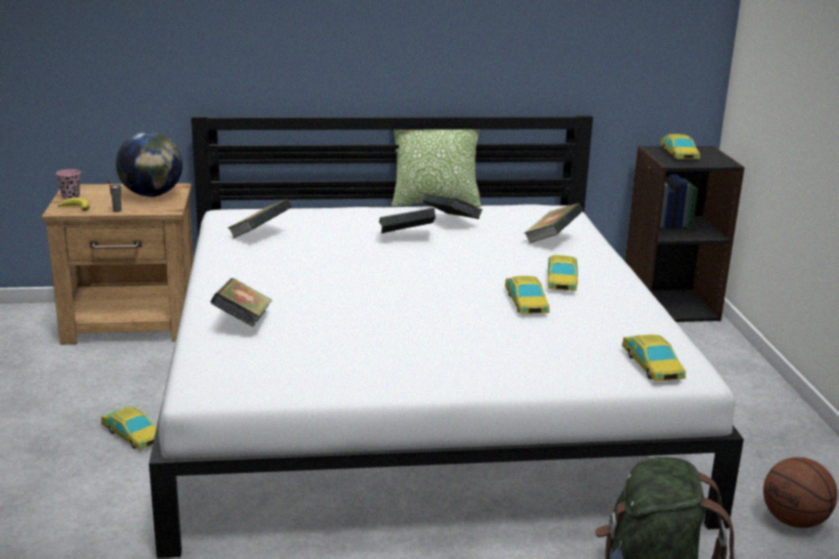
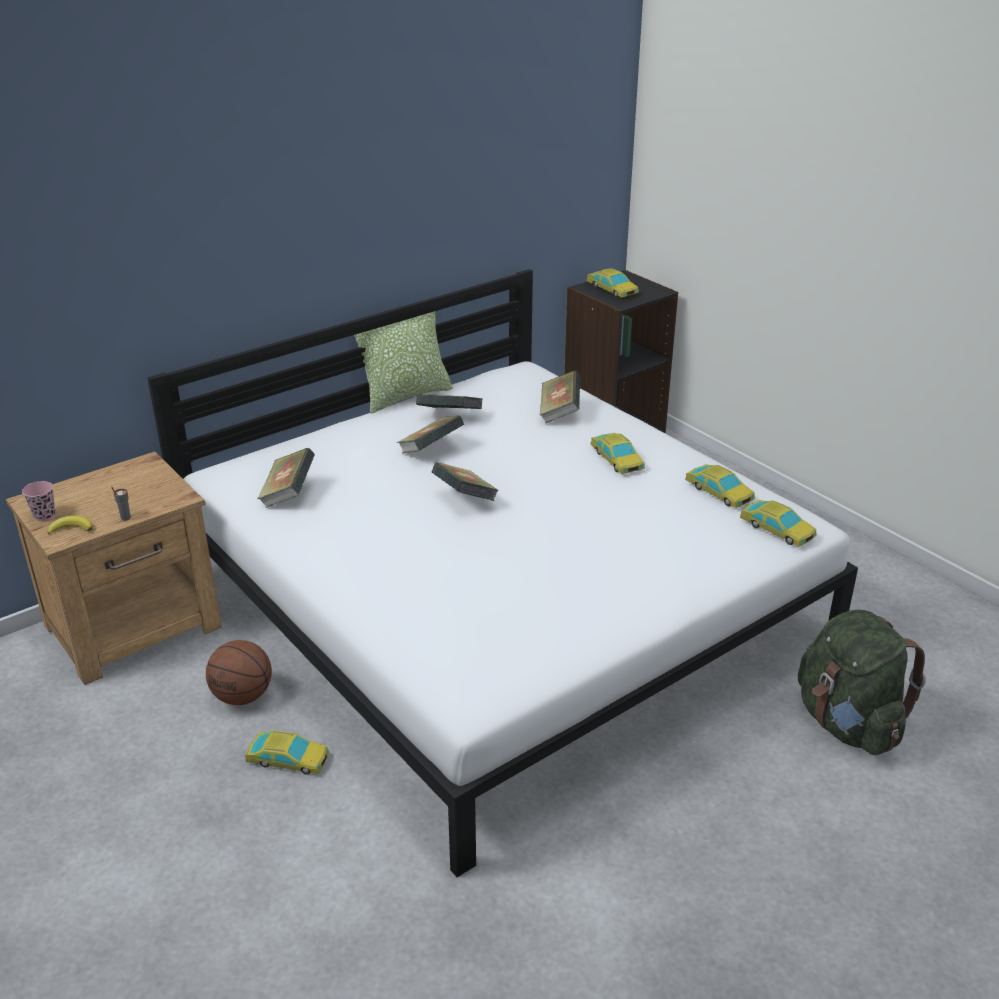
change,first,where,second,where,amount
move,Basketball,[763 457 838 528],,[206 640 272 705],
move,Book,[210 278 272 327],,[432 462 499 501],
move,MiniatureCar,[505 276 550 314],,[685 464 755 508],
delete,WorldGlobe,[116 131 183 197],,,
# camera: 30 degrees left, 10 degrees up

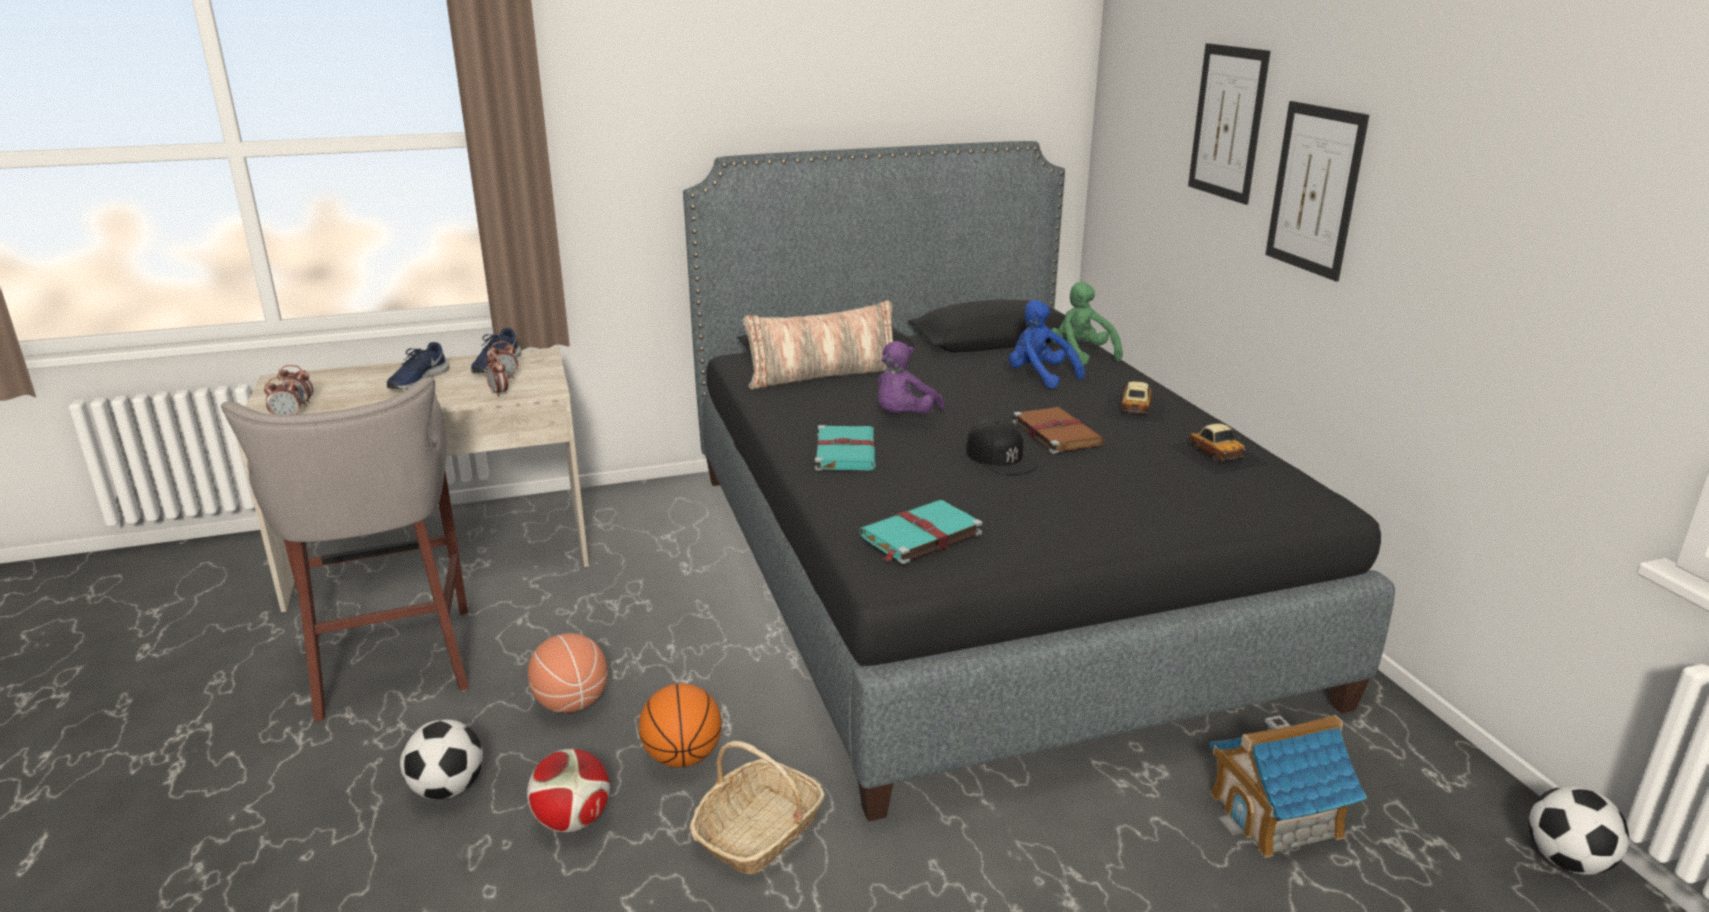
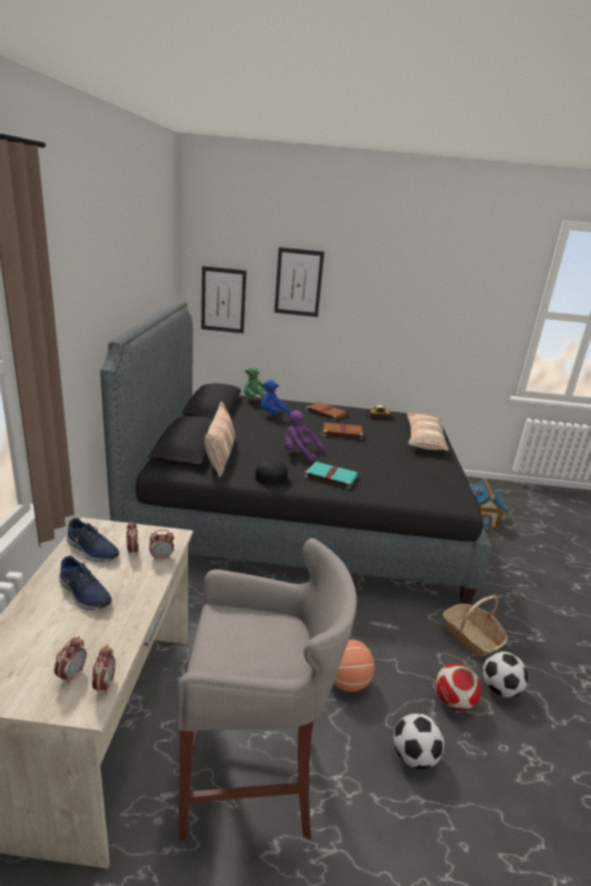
change,first,where,second,where,amount
move,WallArt,[1265 101 1369 281],,[201 266 246 333],
move,BlackCap,[966 418 1038 475],,[255 460 298 486],
rotate,PurplishSoftToy,[877 341 945 414],,[284 410 324 462],150 degrees clockwise
replace,MiniatureCar,[1102 381 1166 424],BrownColouredBook,[306 402 348 421],
insert,,,Pillow,[407 413 449 451],
move,Football,[1529 785 1629 875],,[483 652 528 698],
delete,Basketball,[639 683 722 767],,,
delete,BlueGreenBook,[859 500 982 564],,,
# camera: 70 degrees left, 0 degrees up

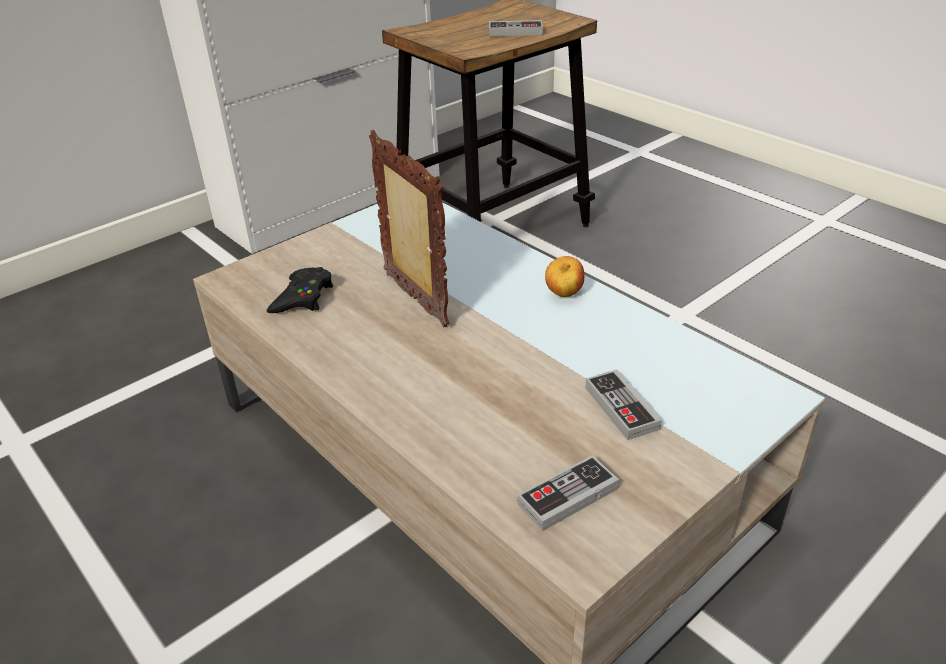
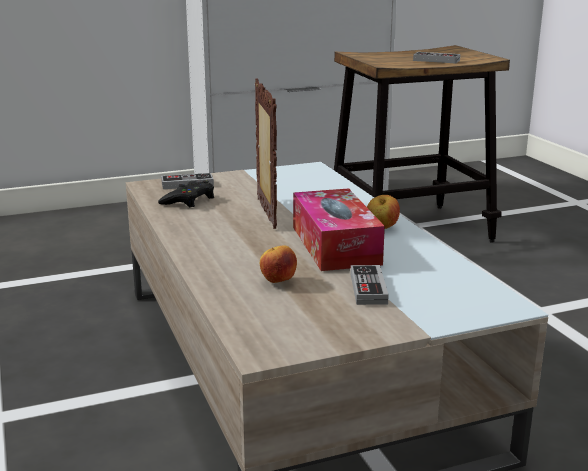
change,first,where,second,where,amount
move,Gamepad,[518 455 619 531],,[161 173 214 189],
insert,,,Apple,[260 245 297 283],
insert,,,TissueHolder,[293 188 385 271],
# camera: 20 degrees right, 15 degrees down

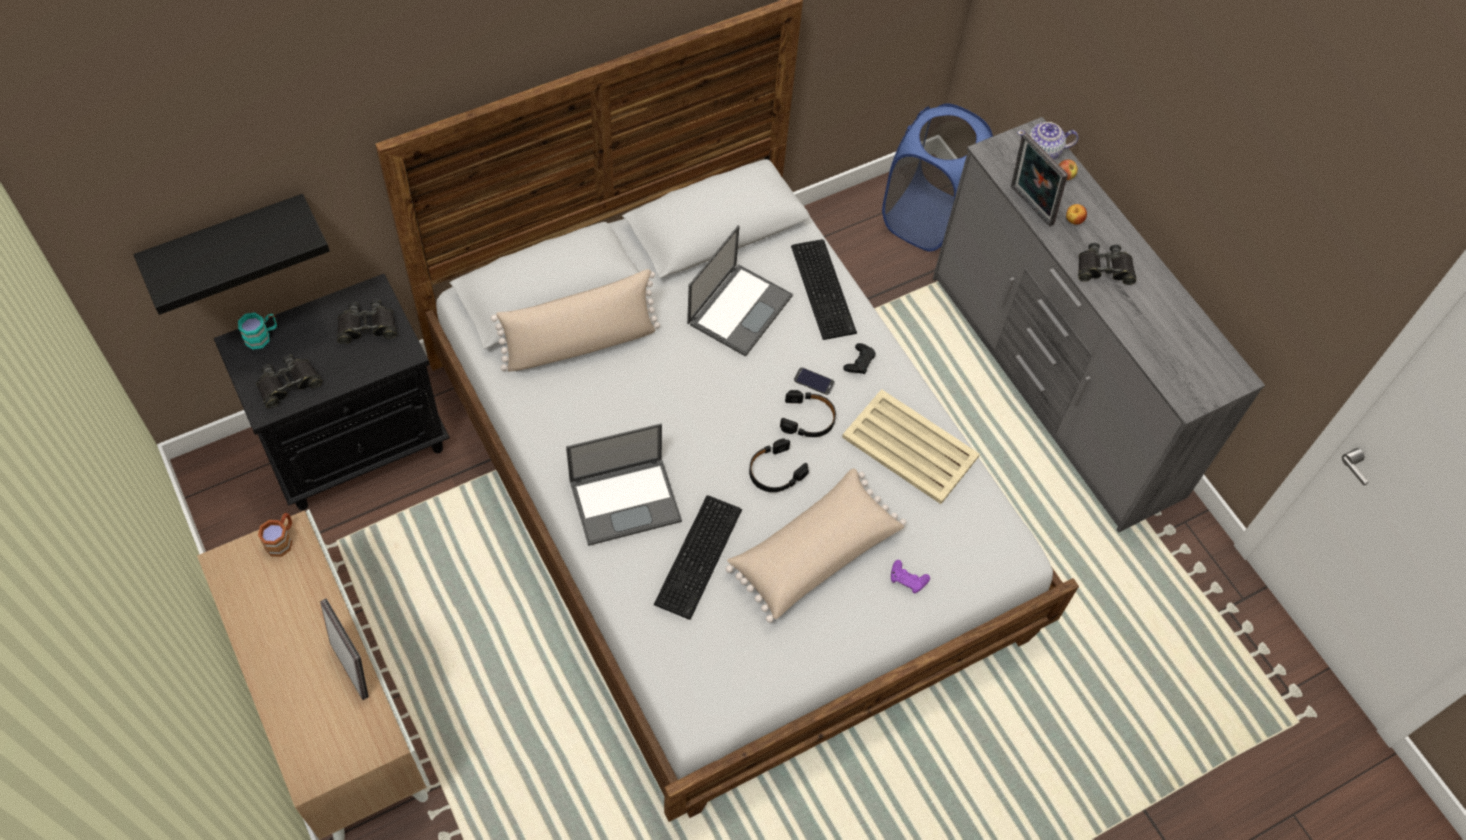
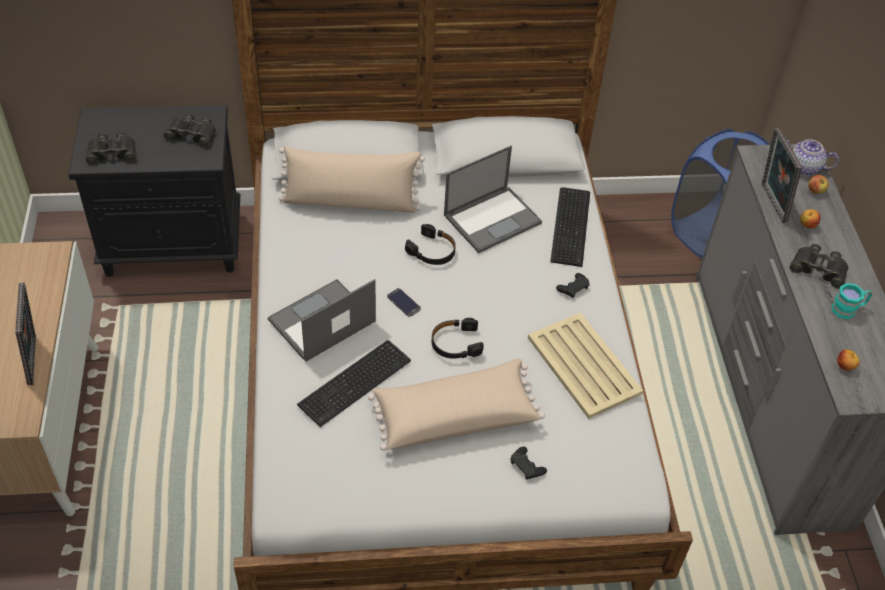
change,first,where,second,where,amount
rotate,NotebookComputer,[566 423 682 546],,[268 279 376 362],135 degrees clockwise
move,Handset,[794 367 835 395],,[387 288 421 317],
move,BlackHeadset,[780 390 836 437],,[405 224 456 265],
recolor,PurplishGamepad,[891 560 930 593],BlackGamepad,[510 447 547 480],
move,BlueGreenTeaMug,[238 313 277 349],,[832 283 872 319],
insert,,,Apple,[837 349 860 371],
delete,BlackWallShelf,[133 194 330 315],,,
delete,BrownColouredTeaMug,[258 513 292 557],,,
# camera: 25 degrees right, 10 degrees down

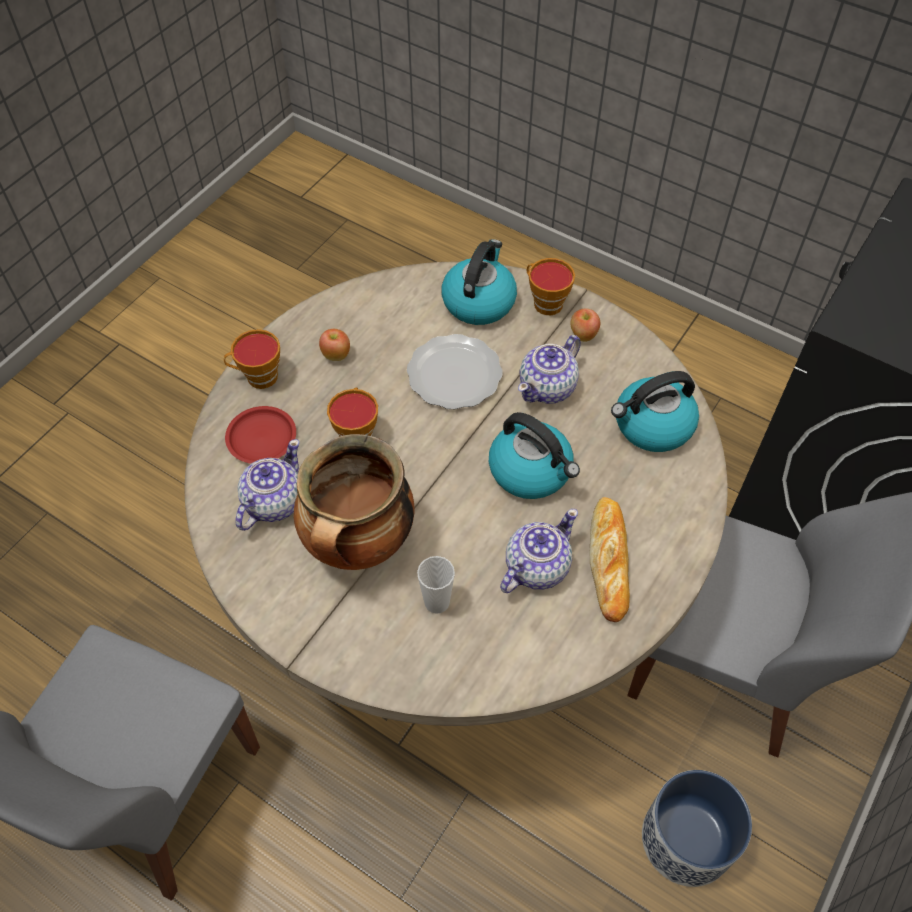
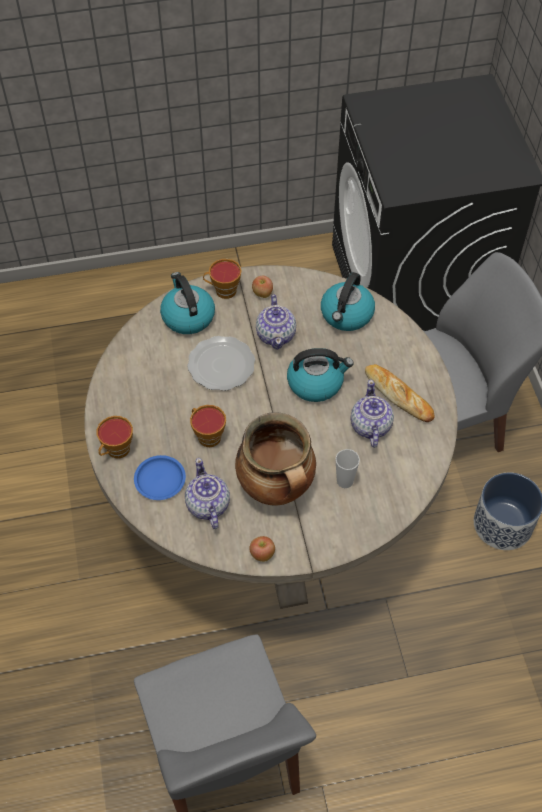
change,first,where,second,where,amount
recolor,ReddishFlatDish,[225 406 296 464],BlueColouredFlatDish,[134 455 186 500],
move,Apple,[319 329 350 361],,[249 536 275 562],
# camera: 45 degrees left, 0 degrees up

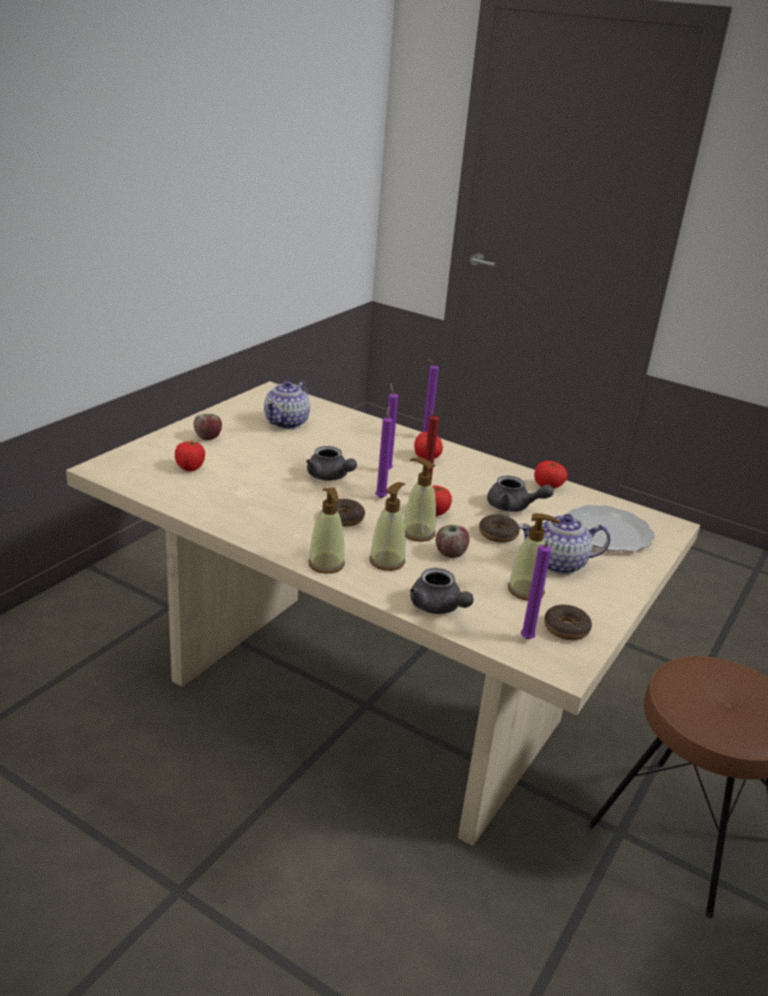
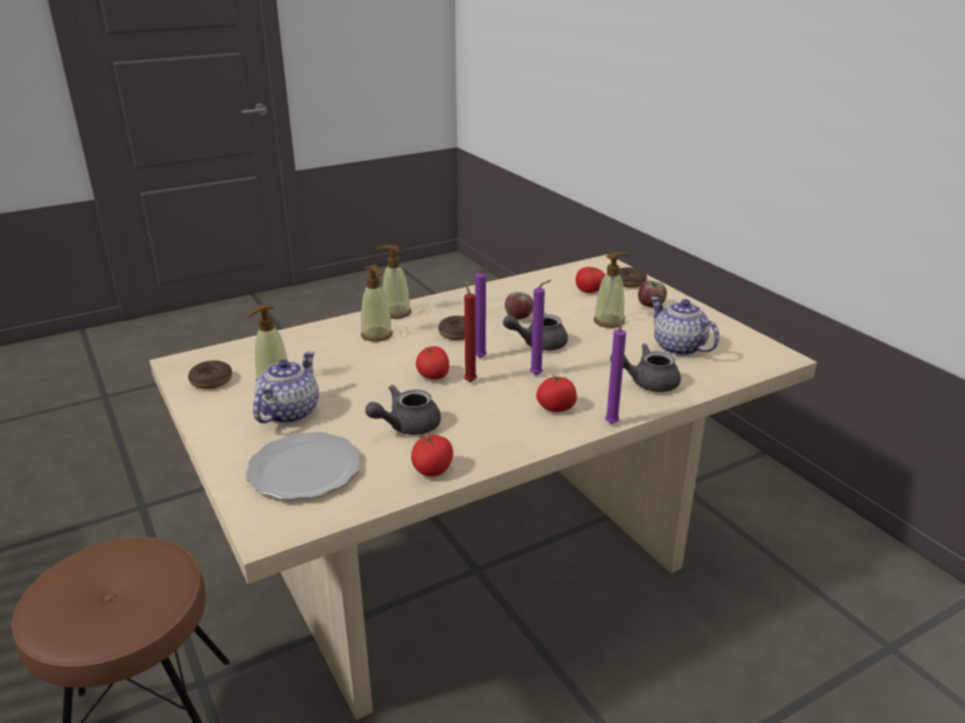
change,first,where,second,where,amount
move,Apple,[436 525 469 558],,[505 292 533 319],
move,SoapBottle,[404 458 436 542],,[594 252 629 328],
move,GreyishPotForTea,[410 568 474 614],,[610 343 681 392],
move,Donut,[479 514 520 543],,[619 267 647 288],
delete,PurplishWaxCandle,[521 543 551 639],,,
# camera: 120 degrees right, 0 degrees up

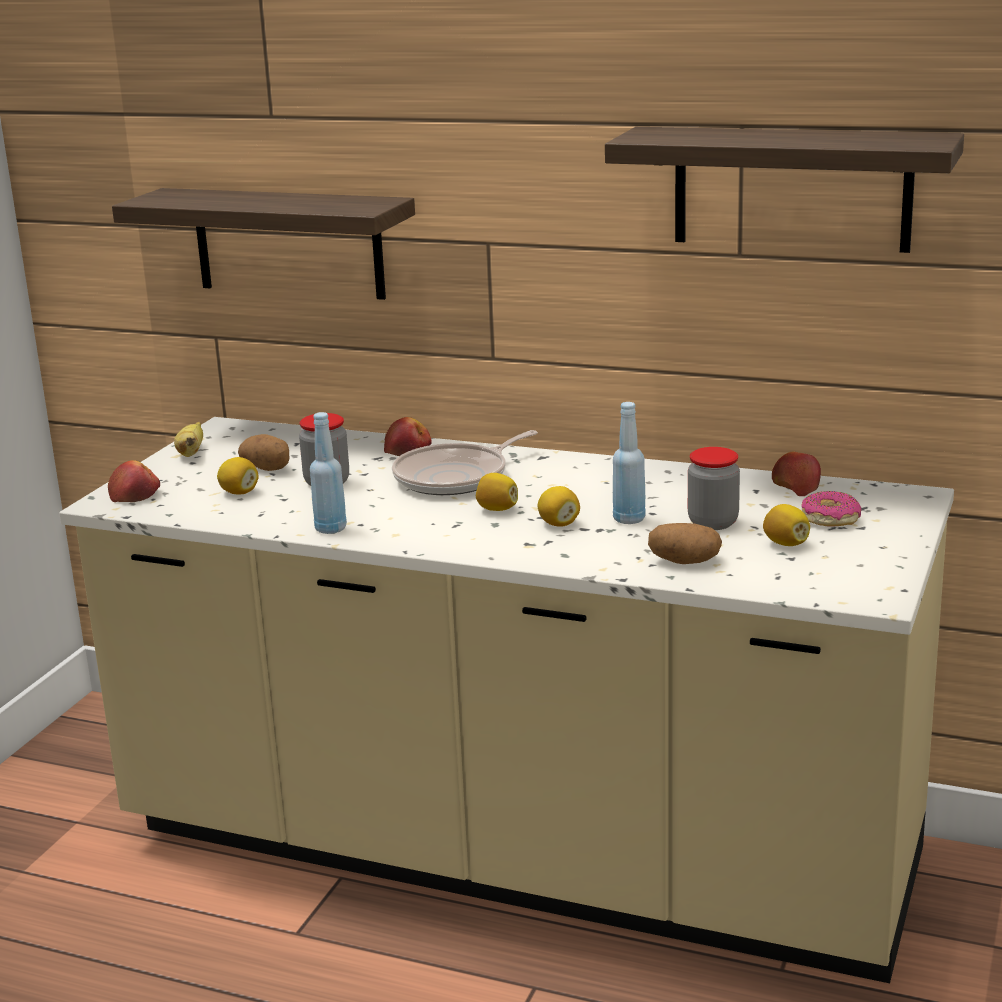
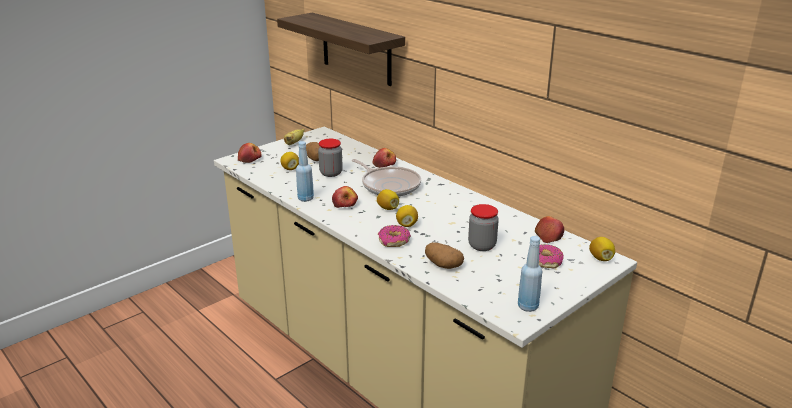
change,first,where,second,where,amount
insert,,,Apple,[332 186 358 208],
rotate,Pan,[392 430 538 495],,[352 159 421 196],120 degrees counterclockwise
insert,,,Donut,[378 225 411 247],
move,BlueColouredBottle,[613 402 646 524],,[518 236 542 312],
move,WholeLemon,[763 504 810 546],,[589 237 615 261],
delete,WallShelf,[605 127 964 253],,,
# camera: 25 degrees right, 5 degrees up

